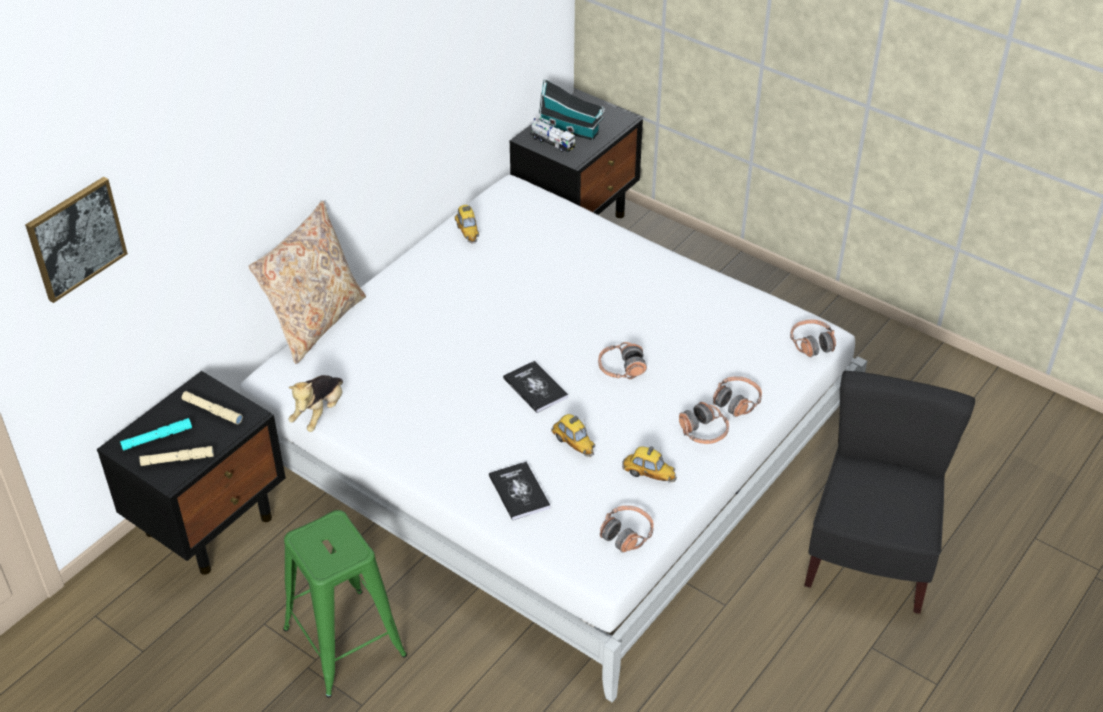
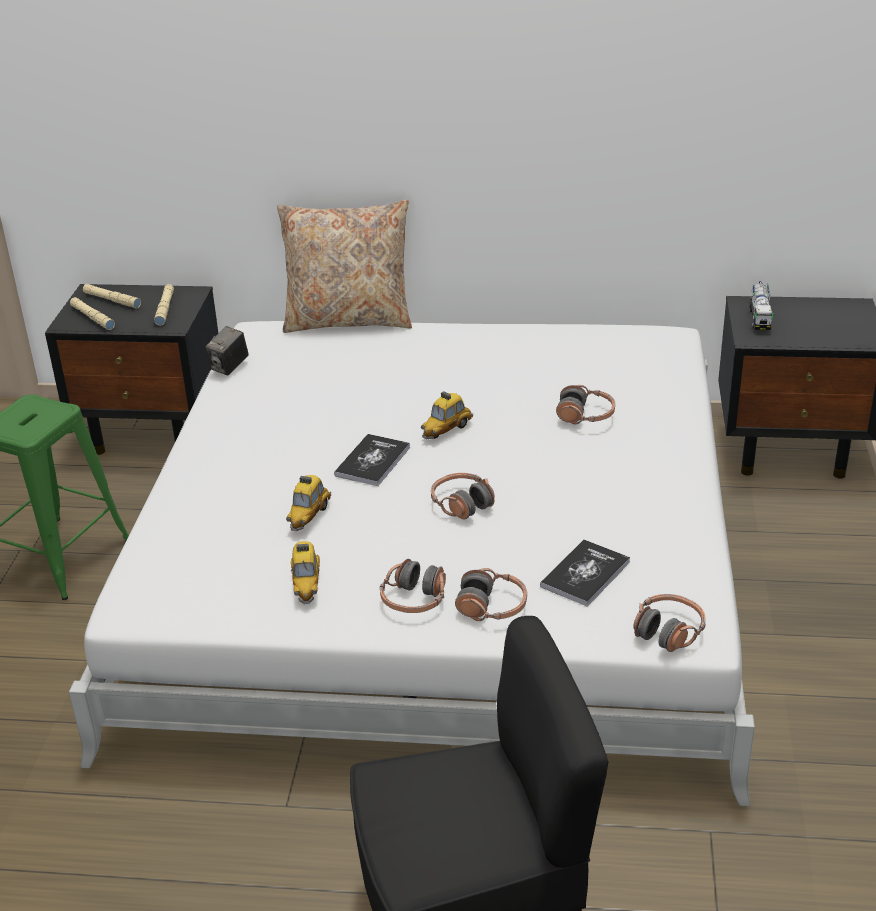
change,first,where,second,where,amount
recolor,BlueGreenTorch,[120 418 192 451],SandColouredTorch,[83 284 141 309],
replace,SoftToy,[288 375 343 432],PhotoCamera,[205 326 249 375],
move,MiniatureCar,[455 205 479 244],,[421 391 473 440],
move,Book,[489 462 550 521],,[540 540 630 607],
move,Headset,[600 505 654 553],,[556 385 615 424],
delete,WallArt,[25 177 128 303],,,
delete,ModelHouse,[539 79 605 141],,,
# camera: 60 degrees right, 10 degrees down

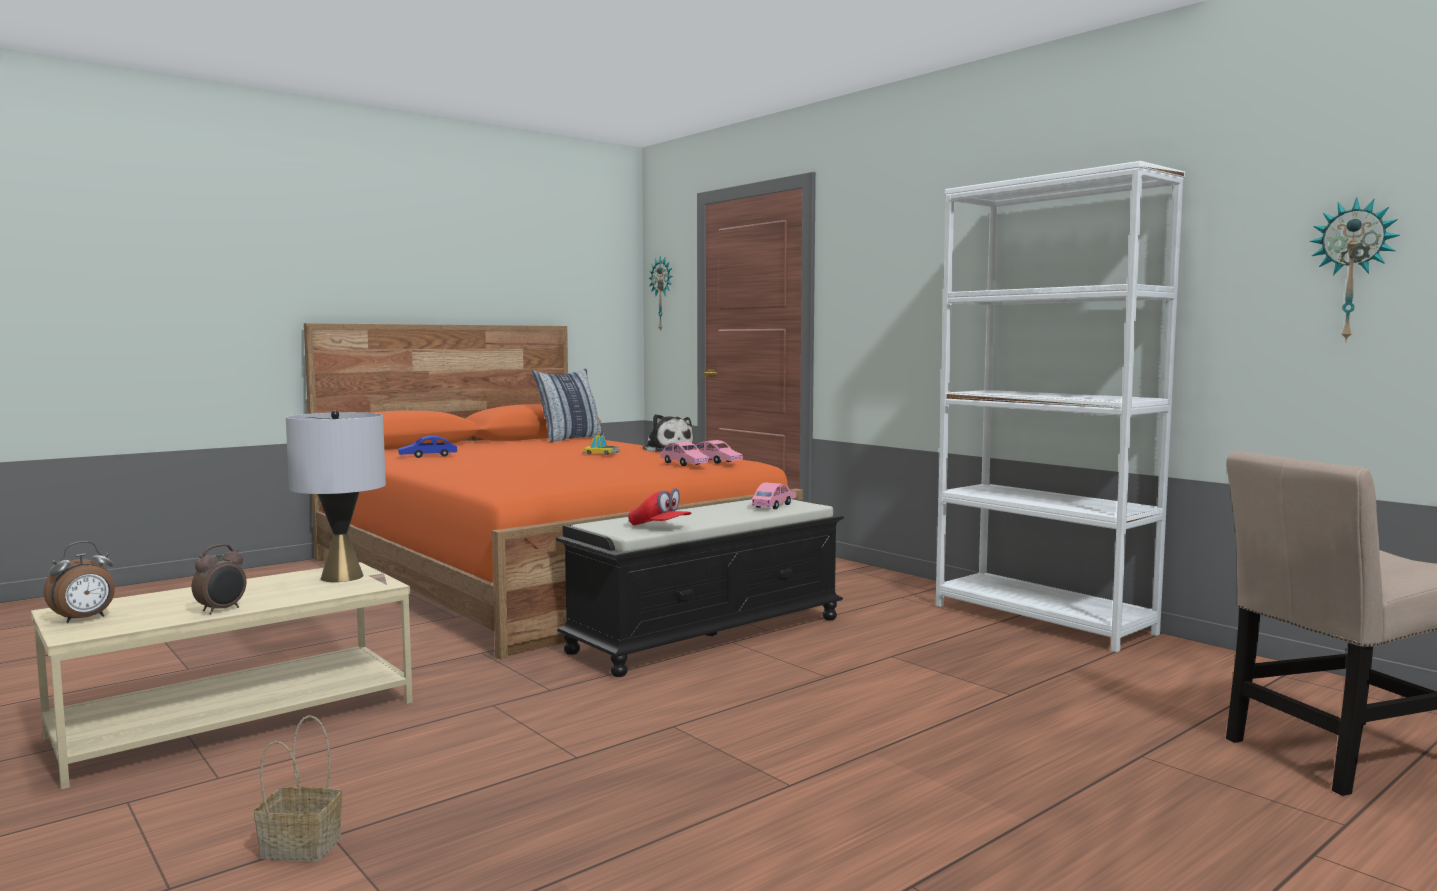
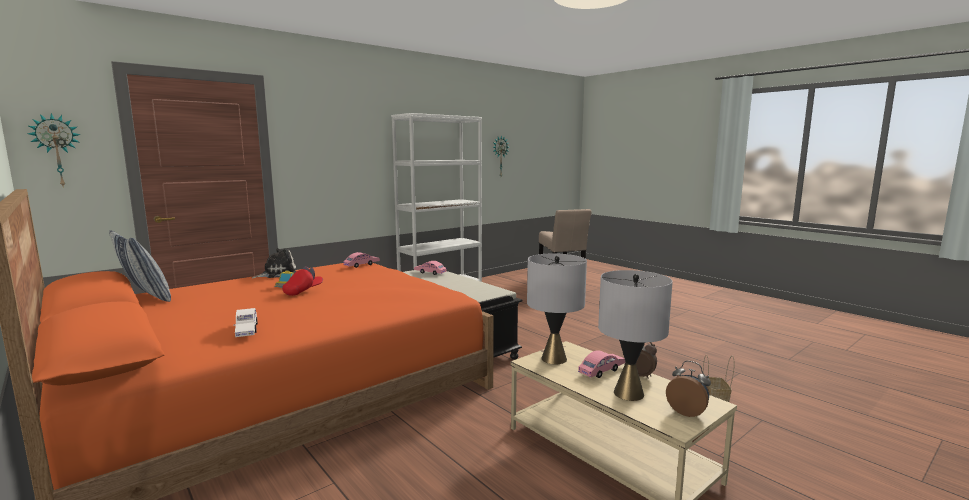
change,first,where,second,where,amount
recolor,BlueColouredMiniatureCar,[399 436 457 458],WhiteColouredMiniatureCar,[233 308 258 337],
move,ReddishCap,[628 488 692 525],,[282 266 323 296],
move,PinkishMiniatureCar,[660 442 709 466],,[578 350 626 378],
insert,,,GreyishTabletopLamp,[598 270 673 401],
# camera: 90 degrees left, 5 degrees up

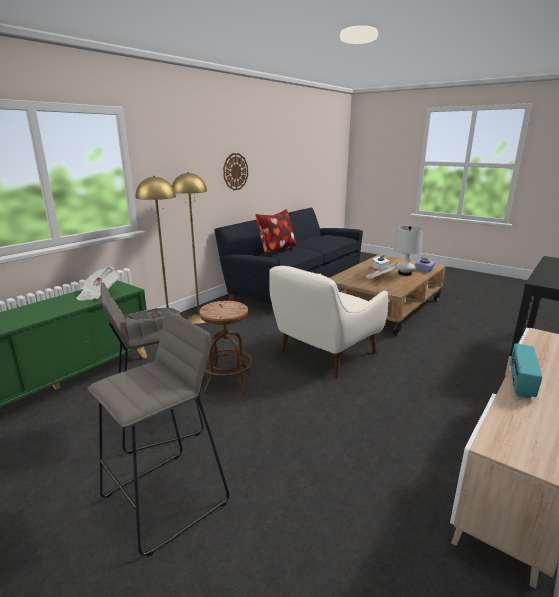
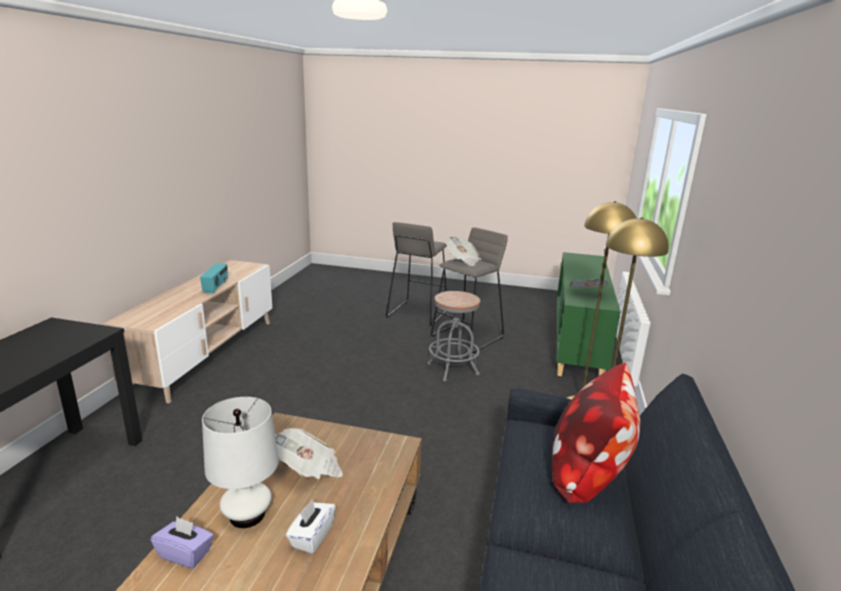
change,first,where,second,where,amount
recolor,BrownColouredStoolSeat,[199 301 253 393],GreyishStoolSeat,[427 291 480 381],
delete,HangingClock,[223 153 248 190],,,
delete,WhiteColouredArmchair,[269 266 388 378],,,
# camera: 155 degrees right, 0 degrees up

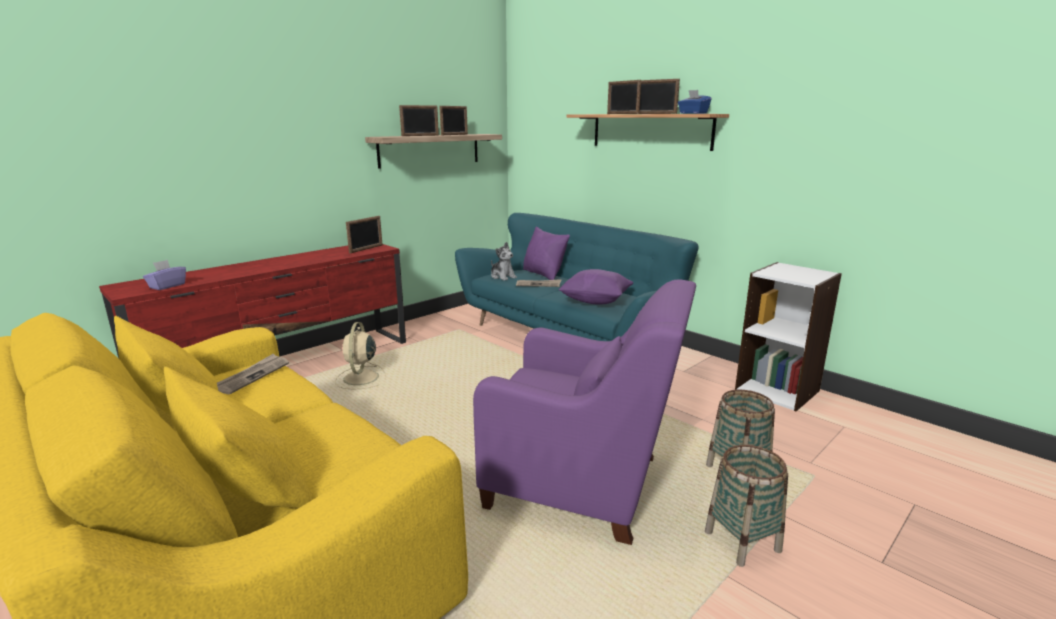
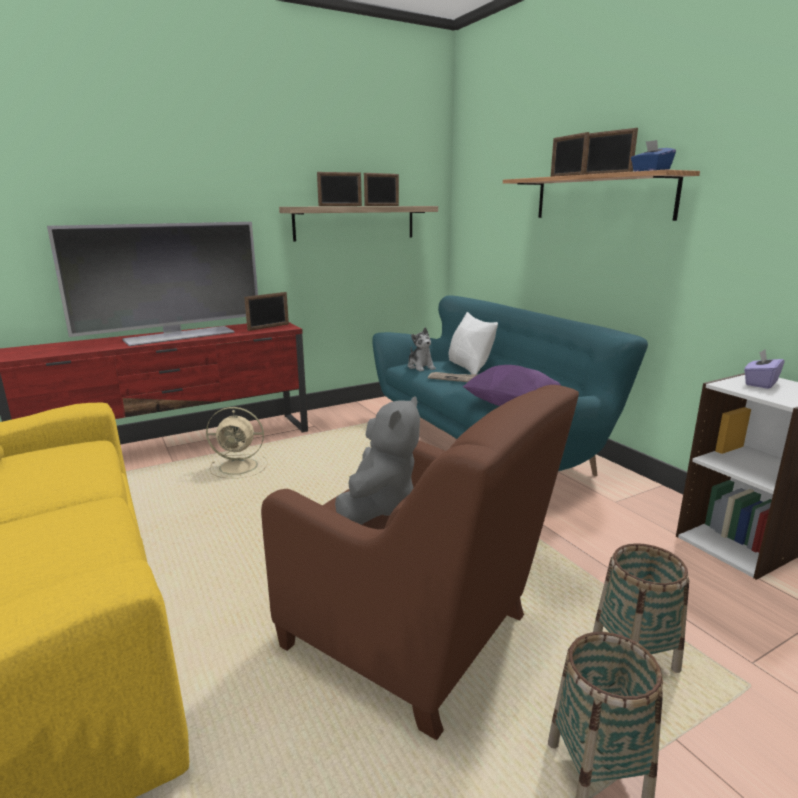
change,first,where,second,where,amount
insert,,,TvSet,[47 222 258 346],
rotate,SandColouredCoolingFan,[335 322 386 389],,[206 407 268 478],105 degrees counterclockwise
recolor,PurplishArmchair,[473 279 696 545],BrownColouredArmchair,[261 385 579 740],
insert,,,GreyishSoftToy,[335 396 420 525],
recolor,PurplishPillow,[523 227 570 280],WhiteColouredPillow,[448 312 498 374],
move,PurplishTissueHolder,[143 260 186 290],,[744 349 785 389],
delete,PrintedPaper,[217 354 289 394],,,
# camera: 15 degrees right, 0 degrees up

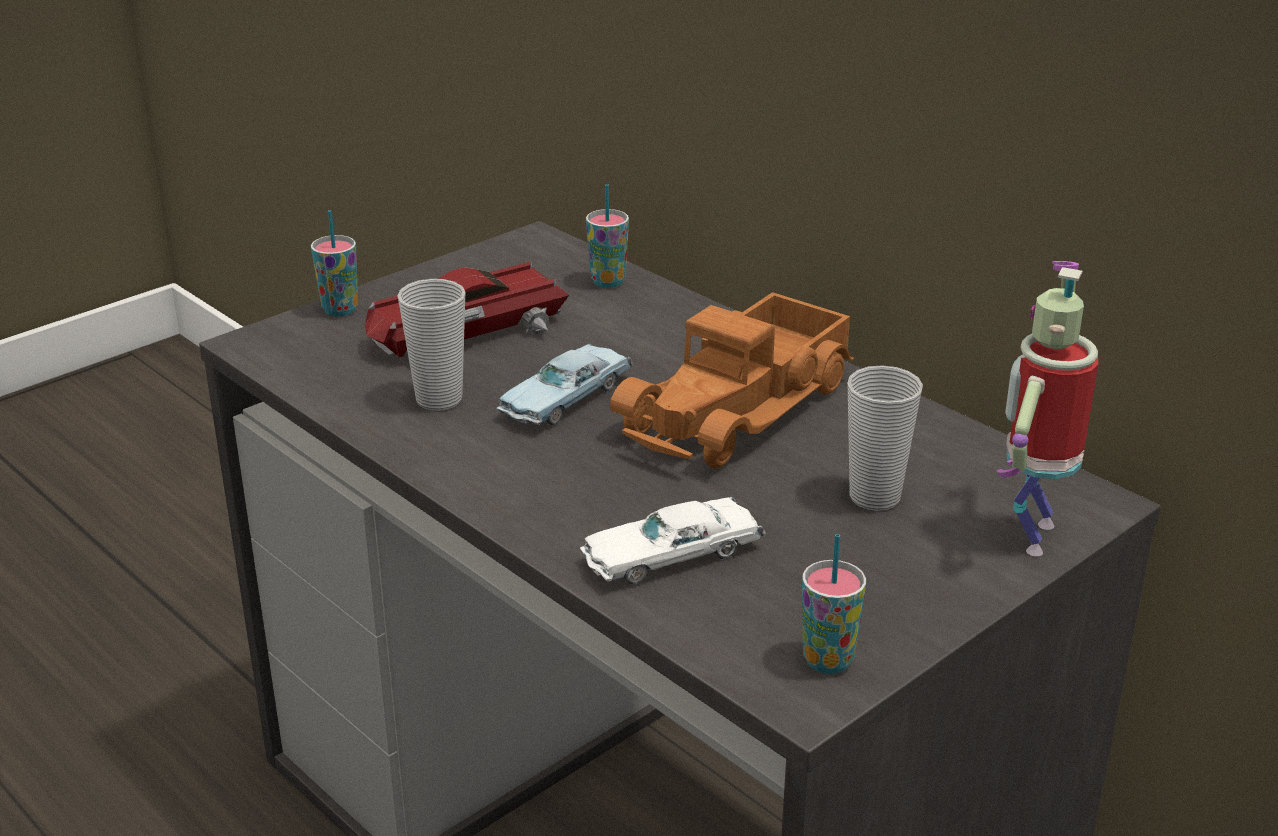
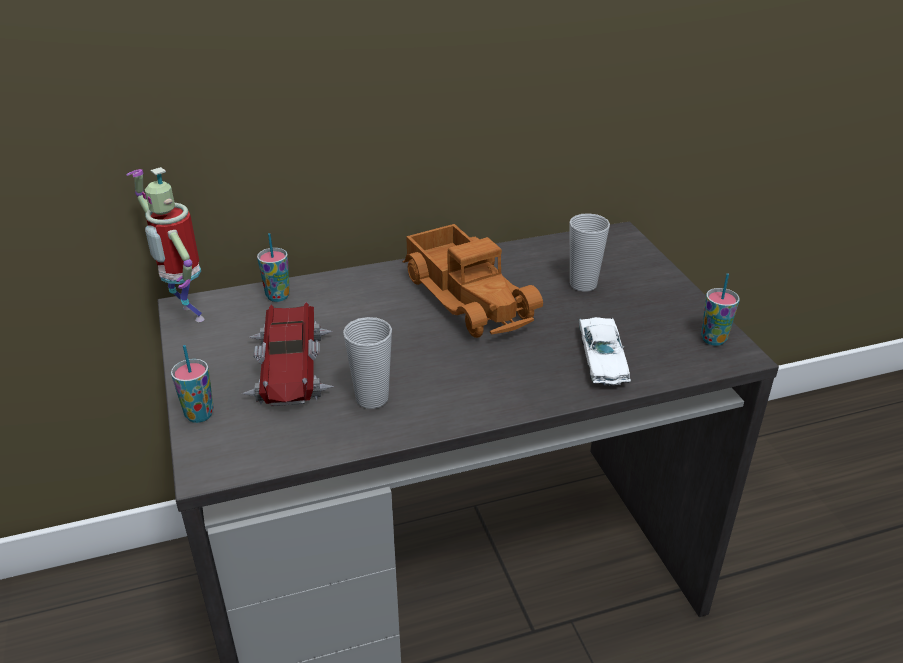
change,first,where,second,where,amount
move,RobotFigure,[996 261 1098 556],,[127 167 204 322],
delete,BlueColouredMiniatureCar,[496 343 633 426],,,
# camera: 65 degrees left, 5 degrees up

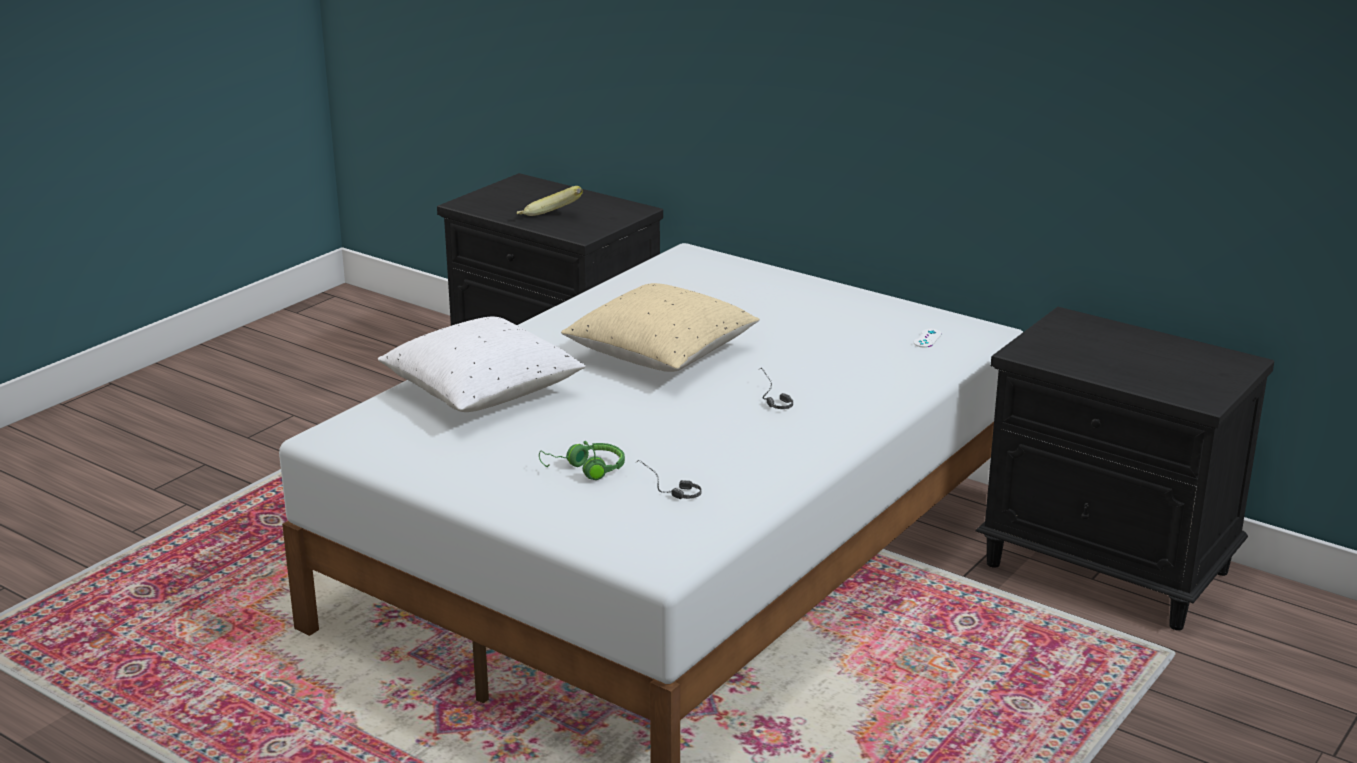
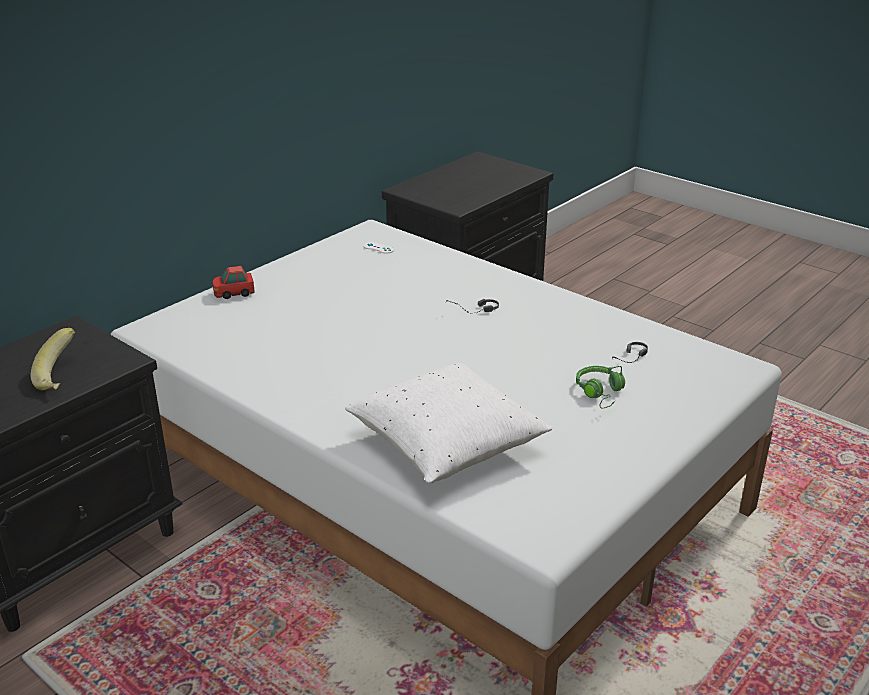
change,first,where,second,where,amount
insert,,,MiniatureCar,[212 266 255 299],
delete,SandColouredPillow,[561 283 760 372],,,
# camera: 85 degrees left, 5 degrees up

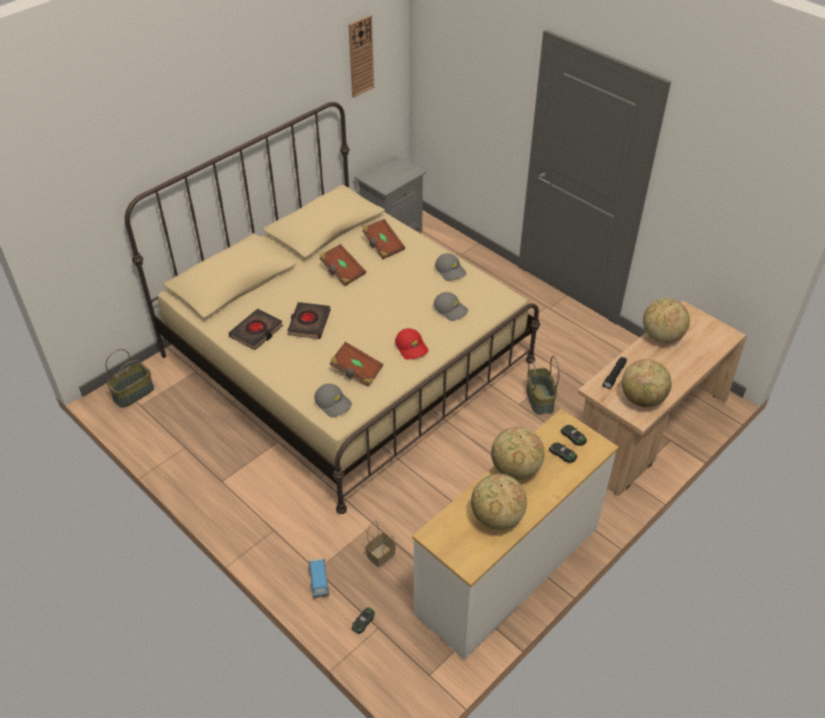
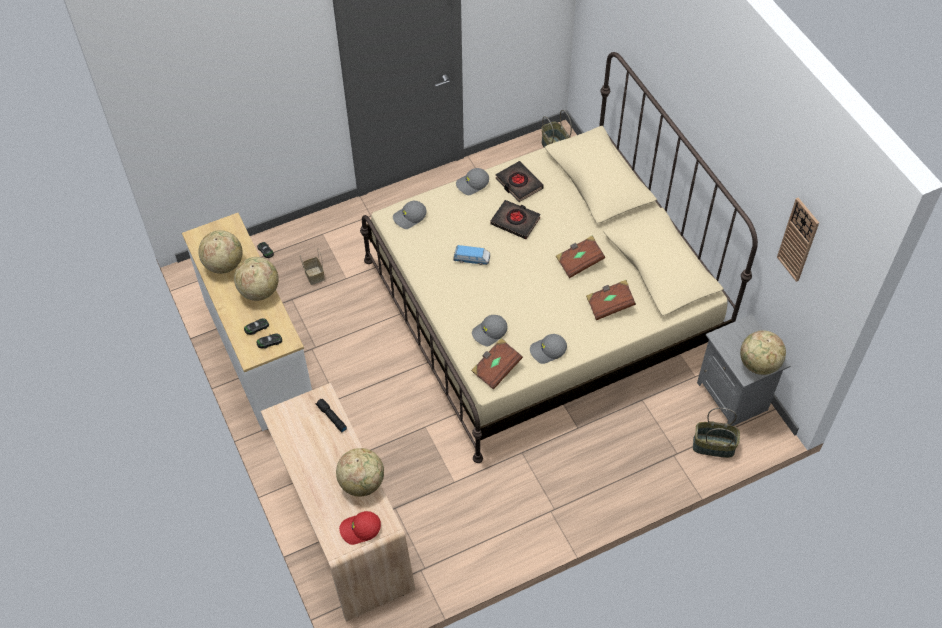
change,first,where,second,where,amount
move,ReddishCap,[395 328 429 360],,[339 511 381 545],
move,MiniatureCar,[308 558 329 598],,[453 245 490 265],
insert,,,GreyishCap,[456 168 489 195],
move,BrownColouredBook,[330 342 383 387],,[471 338 523 390],
move,StorageBasket,[526 356 559 415],,[693 408 740 458],
move,WorldGlobe,[622 359 672 407],,[740 330 786 375],
# camera: 110 degrees right, 10 degrees up

